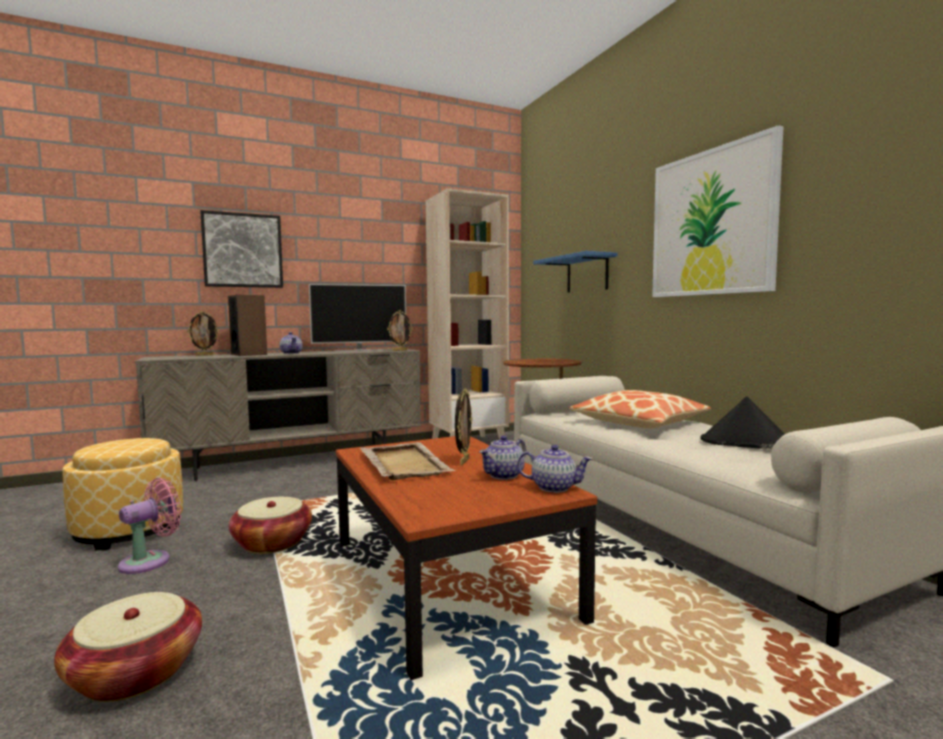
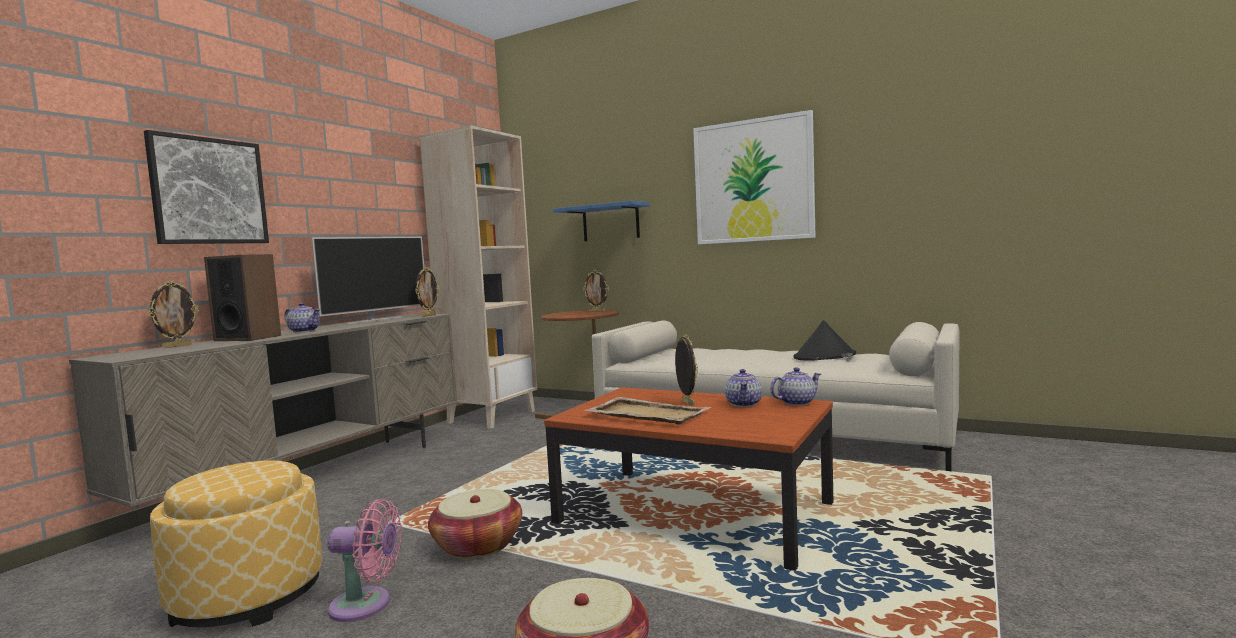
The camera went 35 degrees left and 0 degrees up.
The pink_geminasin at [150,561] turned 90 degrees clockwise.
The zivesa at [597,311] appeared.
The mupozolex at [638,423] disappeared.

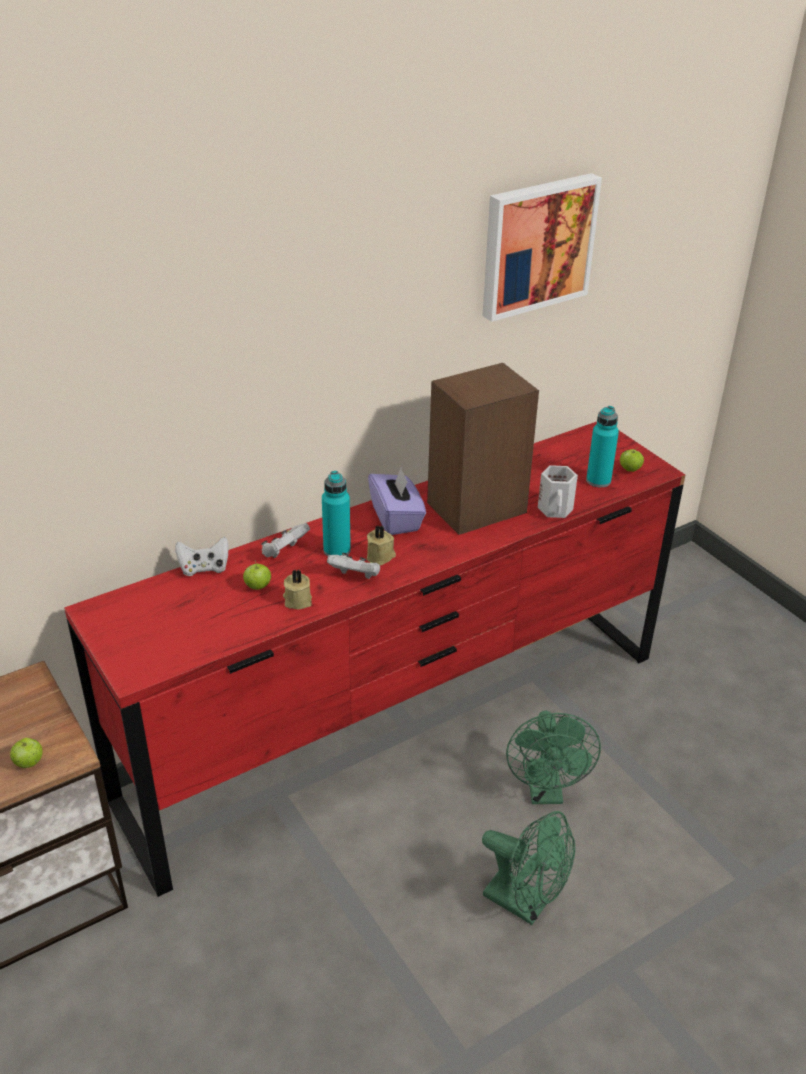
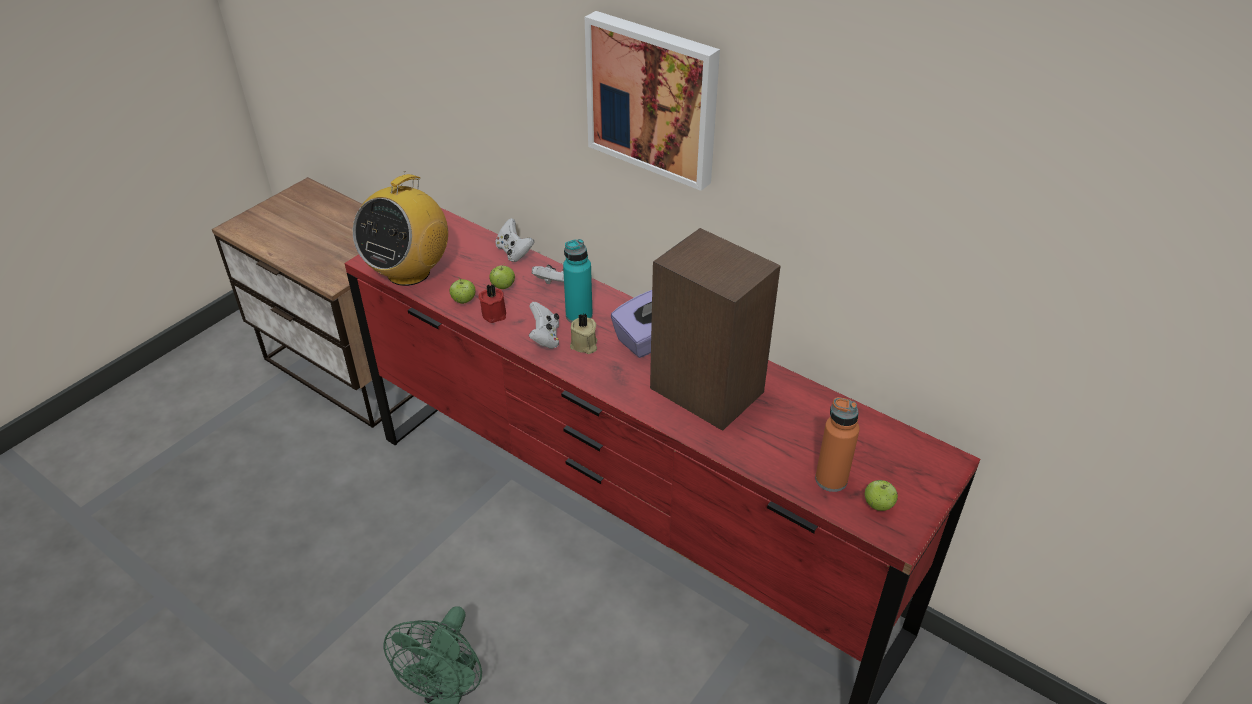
The camera went 70 degrees right and 5 degrees up.
The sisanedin at [409,272] appeared.
The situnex moved from [29,763] to [464,301].
The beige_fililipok at [297,600] became the red_fililipok at [495,313].
The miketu moved from [536,245] to [654,98].
The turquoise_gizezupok at [598,480] became the orange_gizezupok at [831,479].
The green_geminasin at [546,792] disappeared.
The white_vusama at [556,509] disappeared.

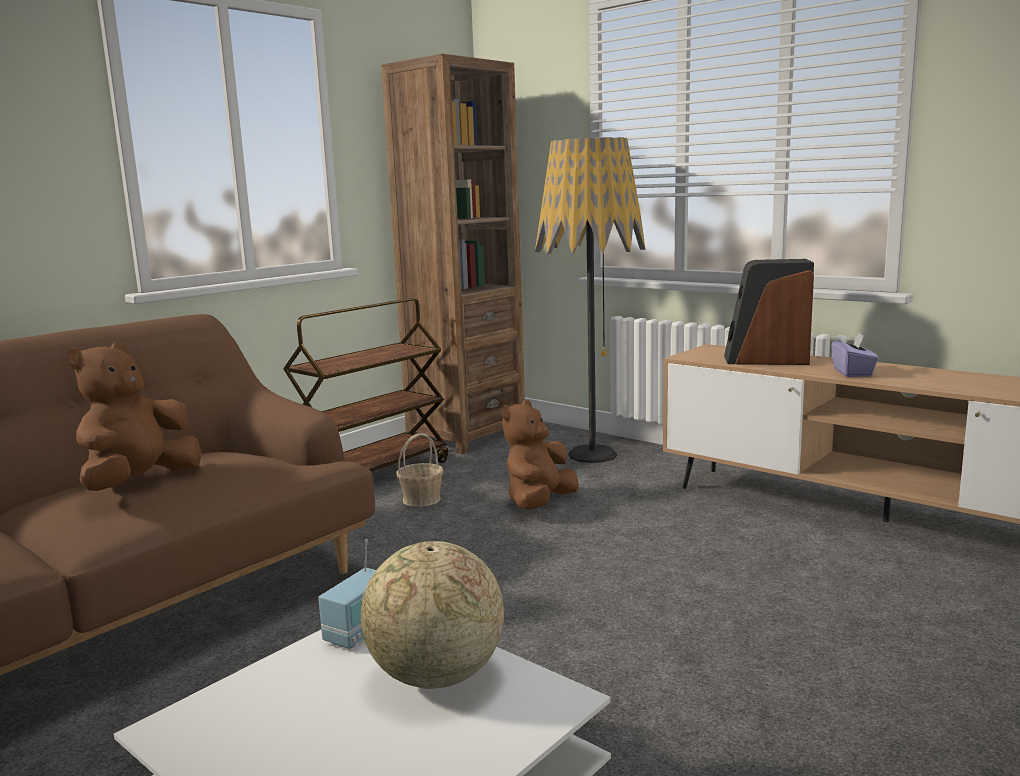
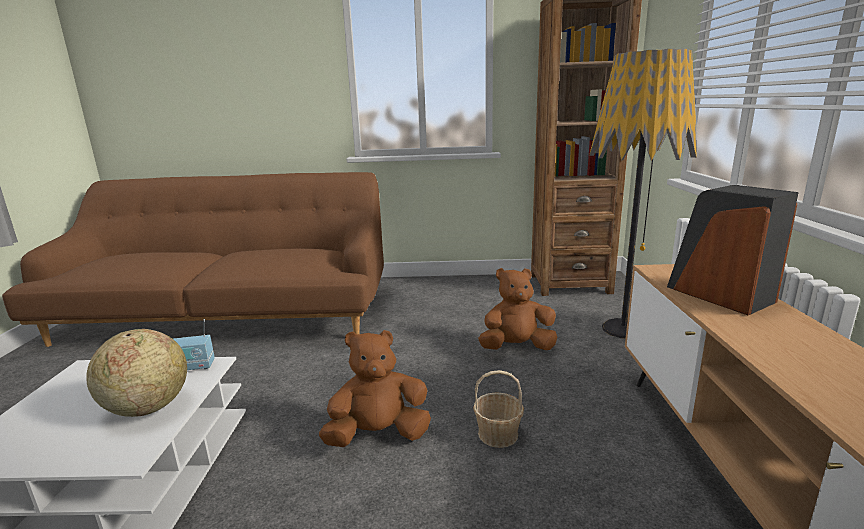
The camera went 50 degrees right and 5 degrees up.
The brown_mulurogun moved from [139,483] to [378,435].
The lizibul moved from [422,499] to [498,434].
The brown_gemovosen at [373,474] disappeared.
The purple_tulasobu at [853,372] disappeared.

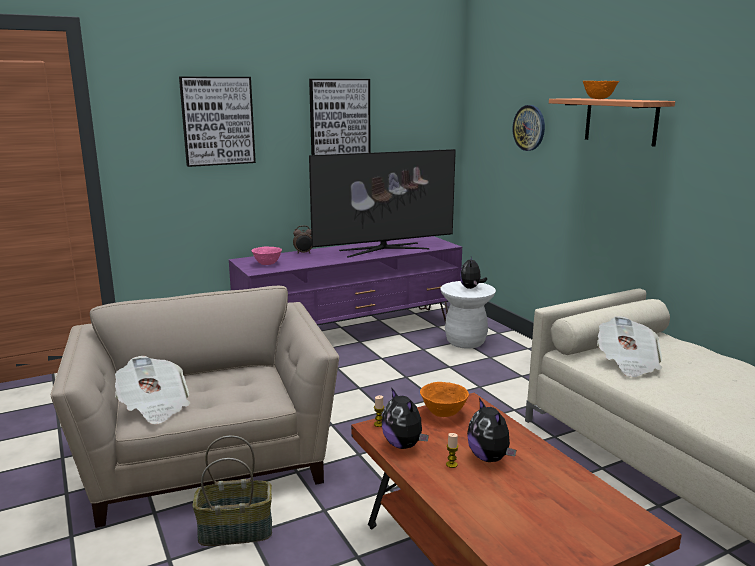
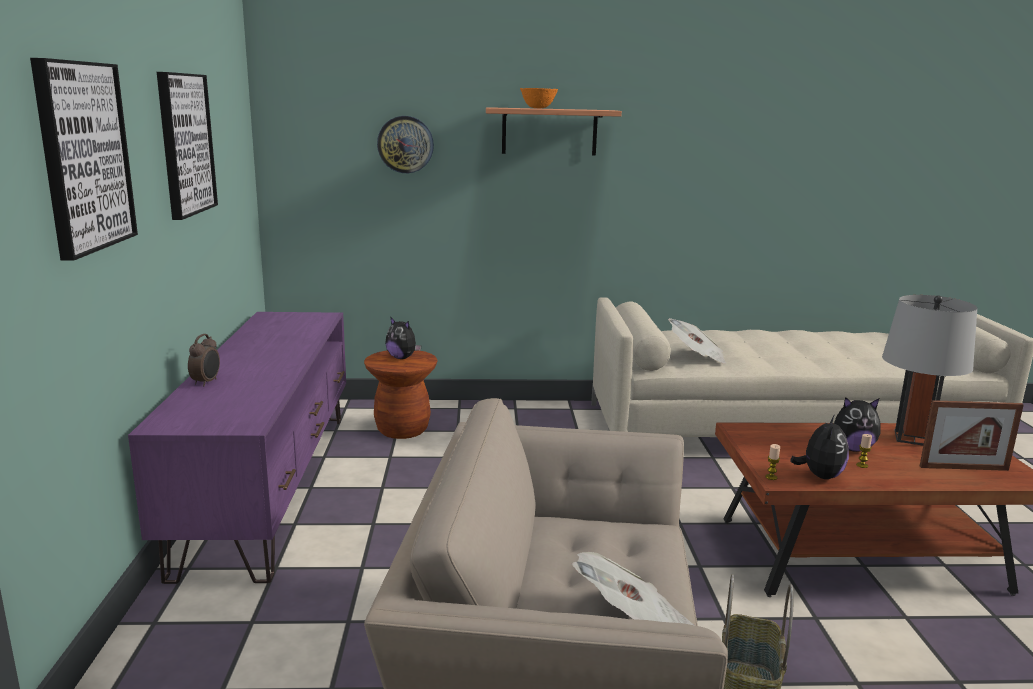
The camera went 65 degrees left and 0 degrees up.
The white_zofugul at [465,342] became the brown_zofugul at [402,430].
The mulurogun at [404,445] turned 60 degrees counterclockwise.
The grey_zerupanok at [912,438] appeared.
The zivesa at [963,468] appeared.
The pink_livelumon at [267,264] disappeared.
The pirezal at [383,249] disappeared.
The orange_livelumon at [443,413] disappeared.

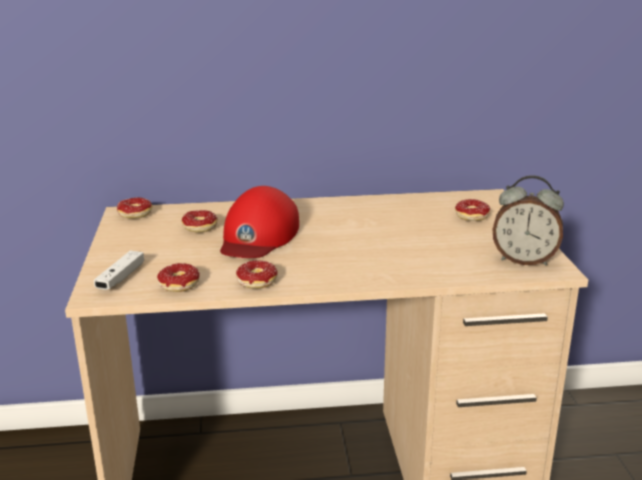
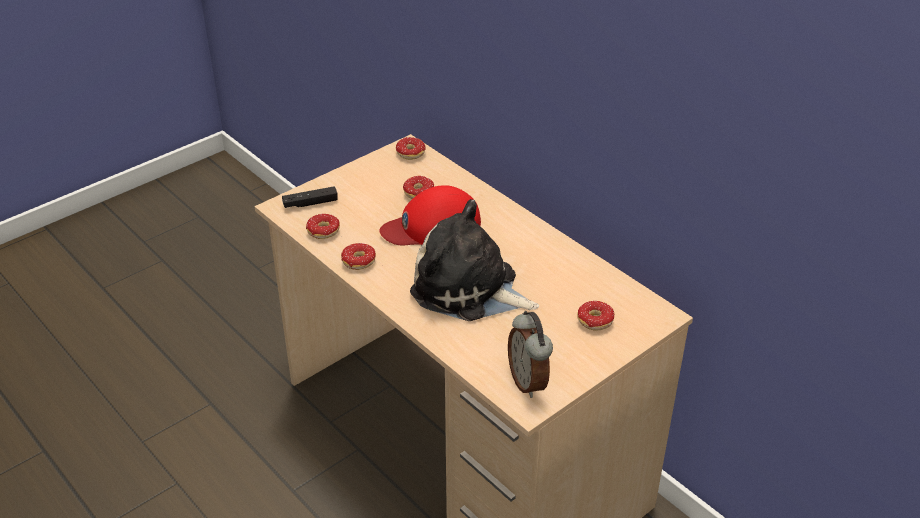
The camera went 55 degrees right and 15 degrees up.
The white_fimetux at [121,278] became the black_fimetux at [310,203].
The mulurogun at [469,289] appeared.

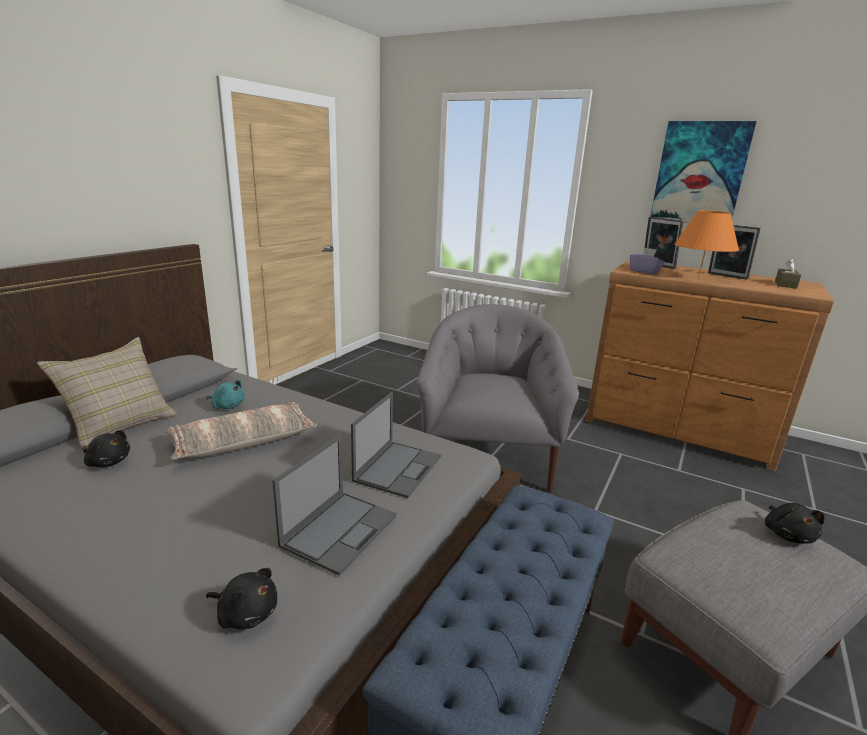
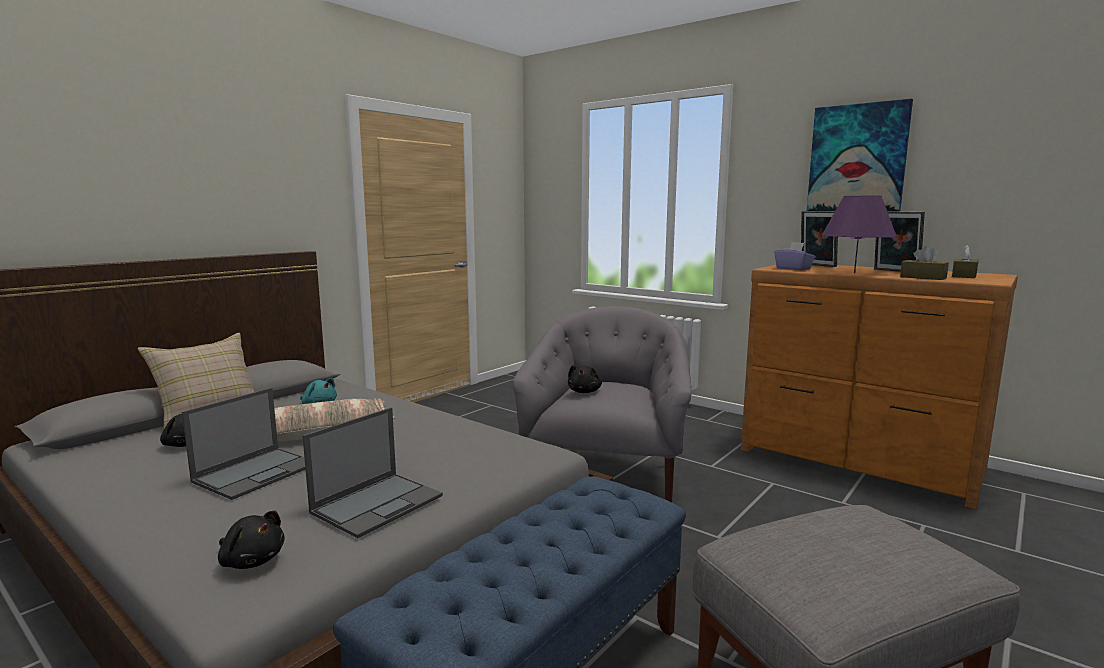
The camera went 10 degrees right and 10 degrees down.
The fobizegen moved from [398,468] to [257,472].
The black_mulurogun moved from [787,534] to [584,391].
The orange_zerupanok at [698,278] became the purple_zerupanok at [854,272].
The brown_tulasobu at [923,277] appeared.

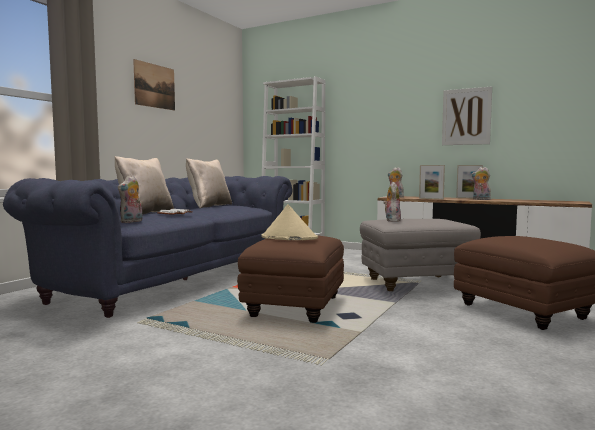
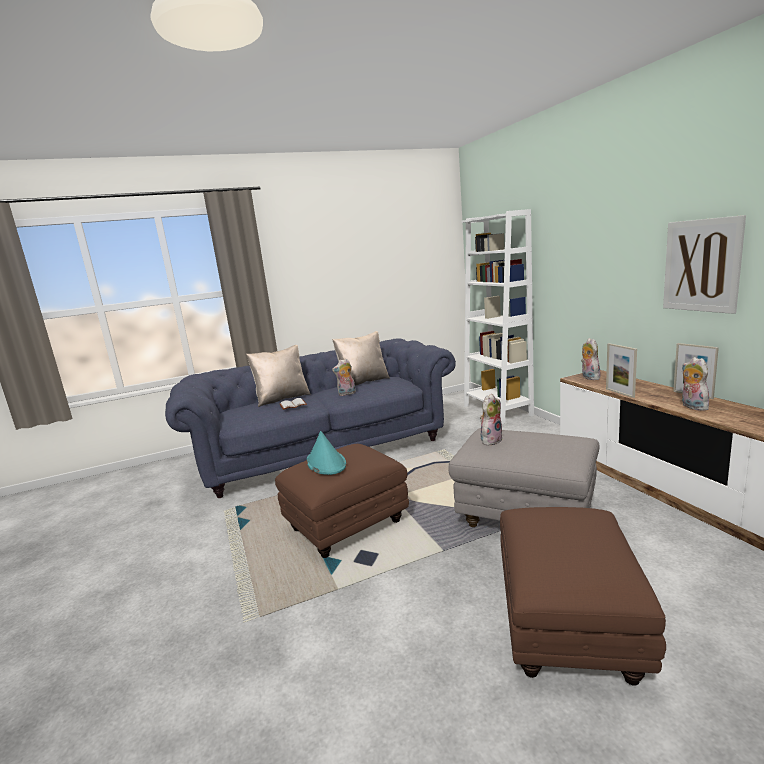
The camera went 40 degrees right and 10 degrees up.
The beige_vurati at [289,238] became the turquoise_vurati at [325,463].
The mulurogun moved from [132,222] to [347,394].
The miketu at [155,86] disappeared.

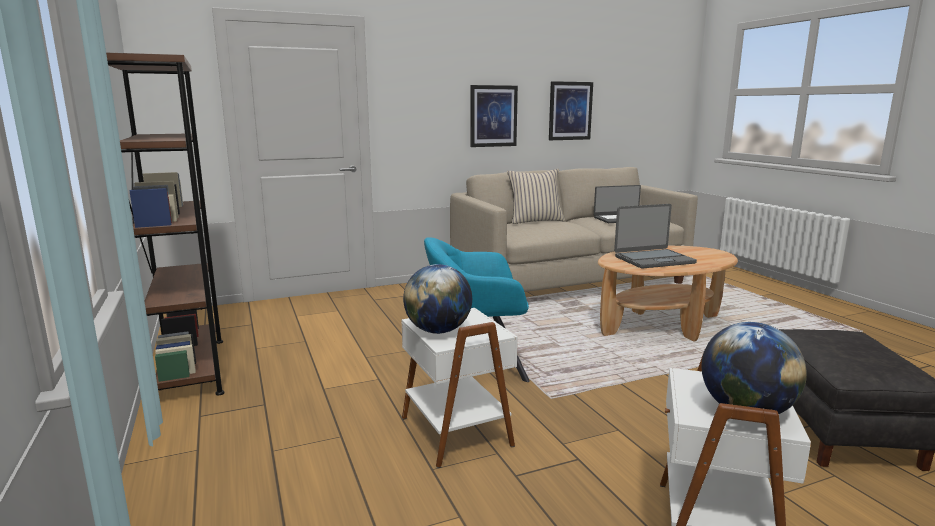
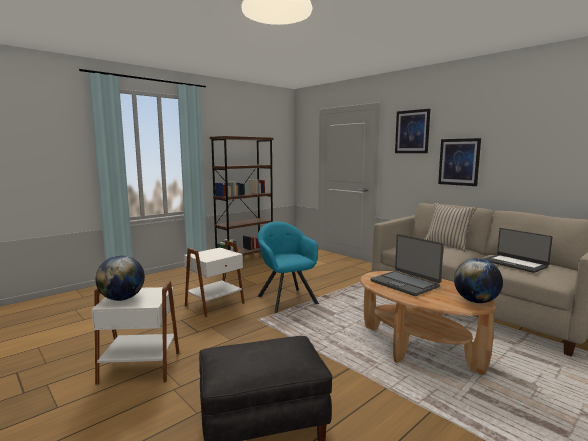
The camera went 70 degrees right and 5 degrees down.
The miketu moved from [570,111] to [412,132].
The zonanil moved from [438,331] to [475,301].

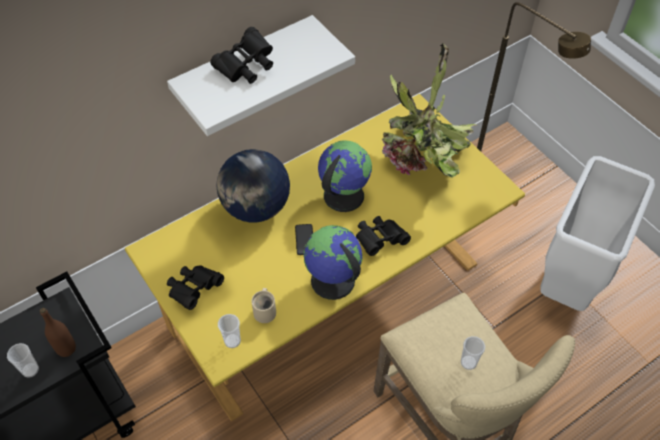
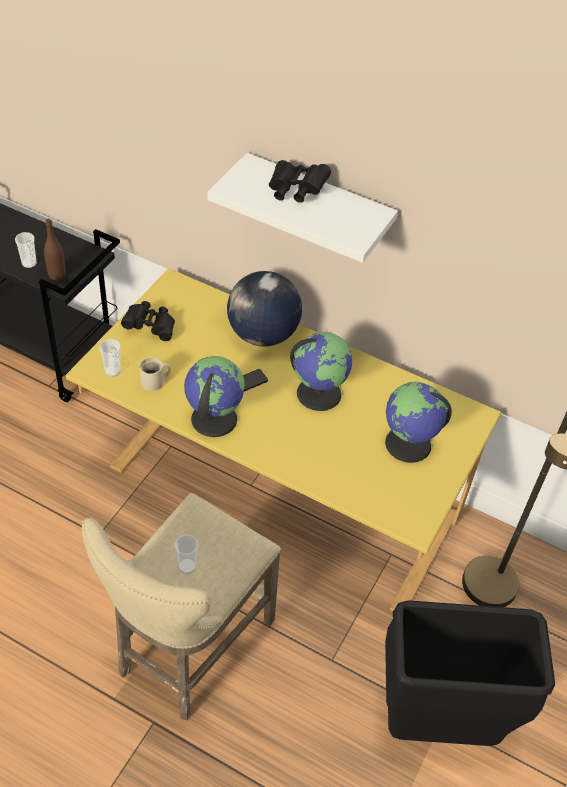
The camera went 60 degrees right and 5 degrees down.
The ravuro at [424,161] was replaced by the zonanil at [408,444].
The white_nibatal at [569,285] became the black_nibatal at [437,727].
The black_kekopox at [380,240] disappeared.

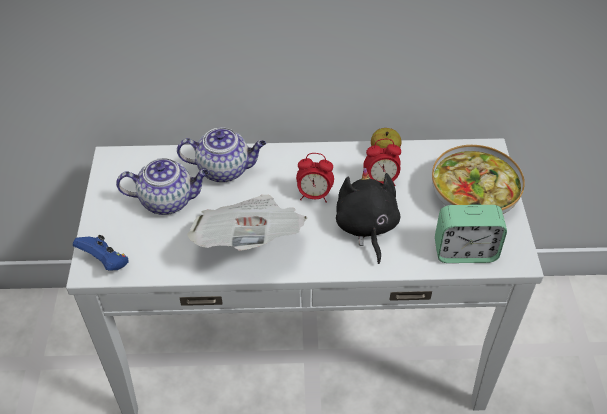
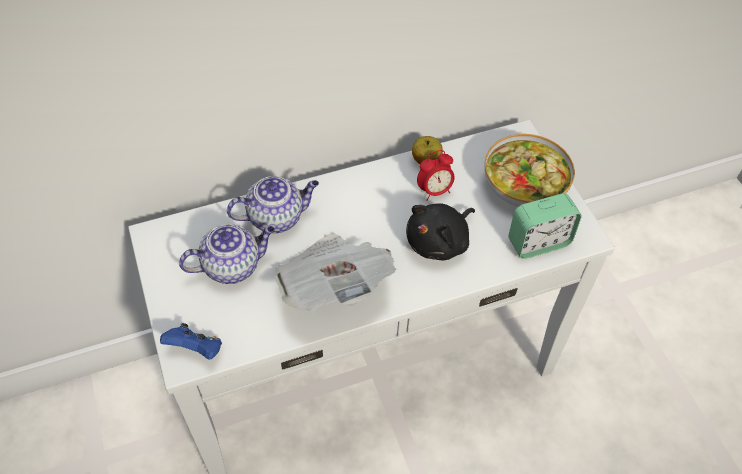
The camera went 20 degrees left and 5 degrees up.
The black_mulurogun at [366,227] turned 105 degrees counterclockwise.
The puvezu at [314,195] disappeared.

